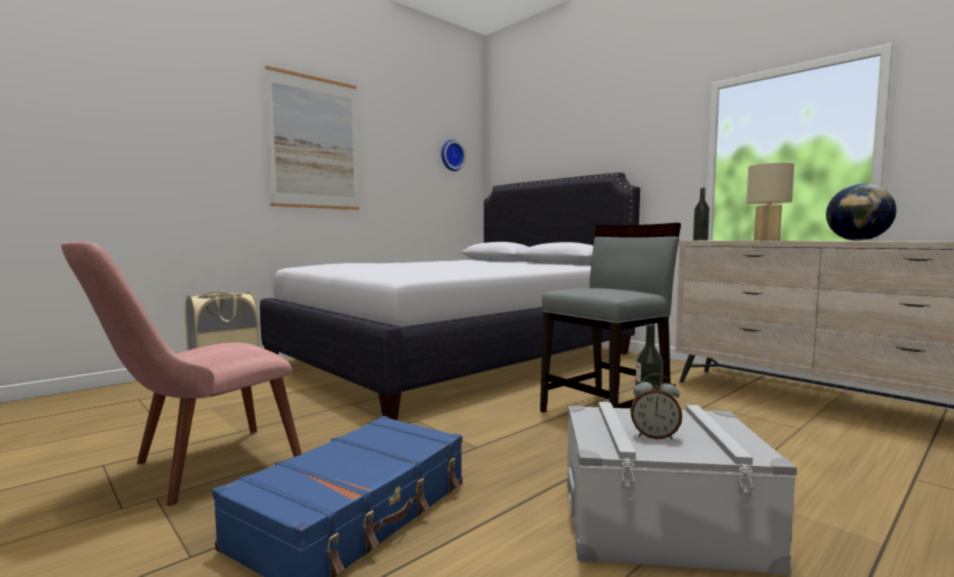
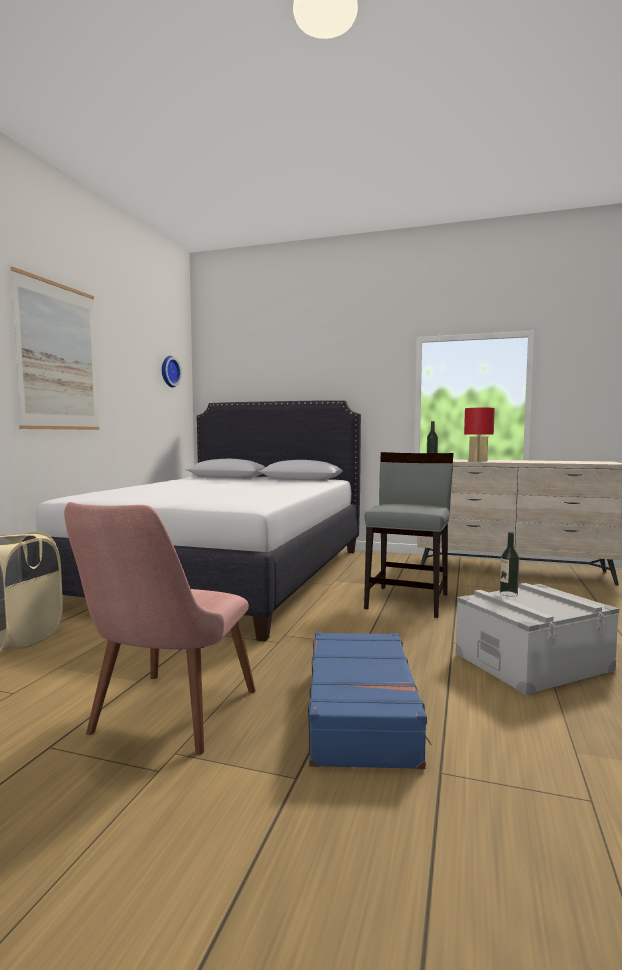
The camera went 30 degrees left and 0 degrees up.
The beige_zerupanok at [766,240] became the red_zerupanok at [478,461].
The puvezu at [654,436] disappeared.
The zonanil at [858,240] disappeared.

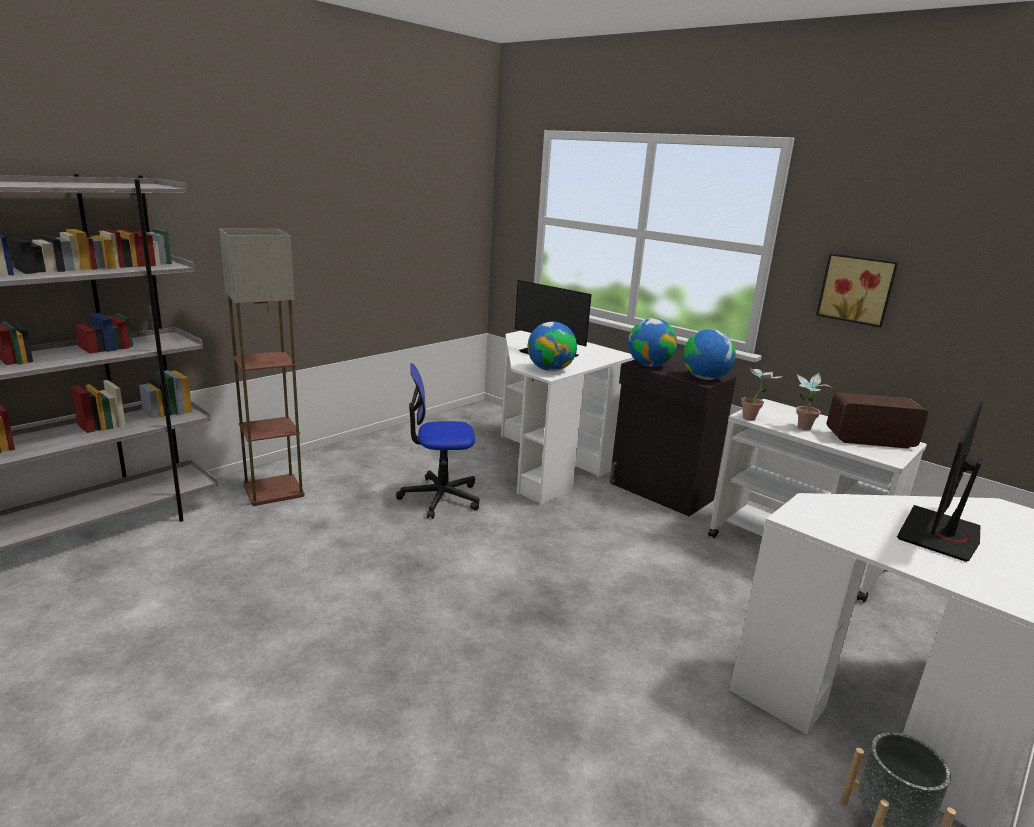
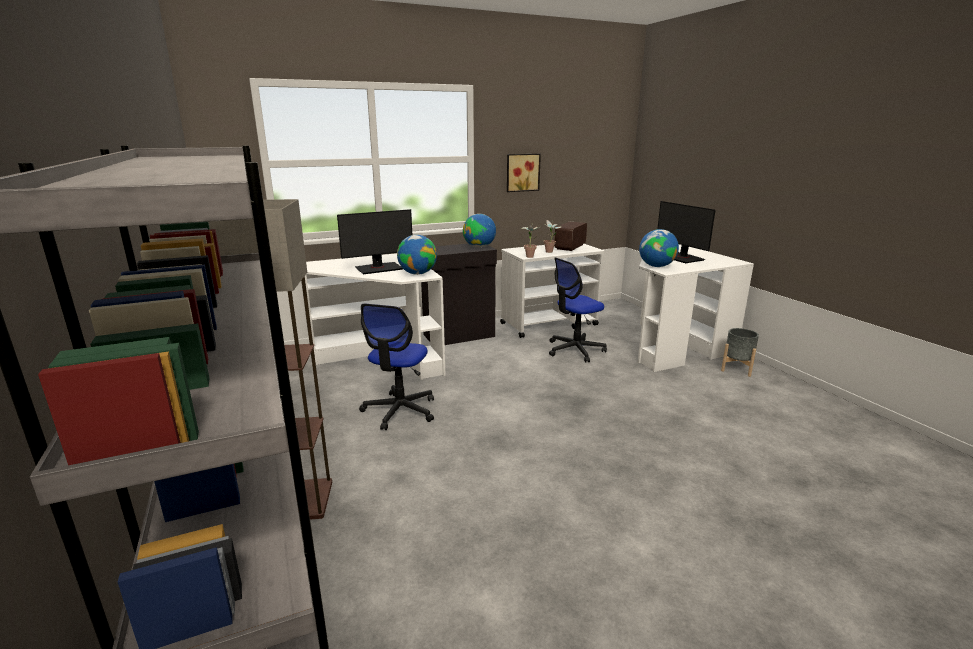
The camera went 65 degrees left and 0 degrees up.
The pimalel at [575,350] appeared.
The zonanil moved from [649,365] to [656,266].

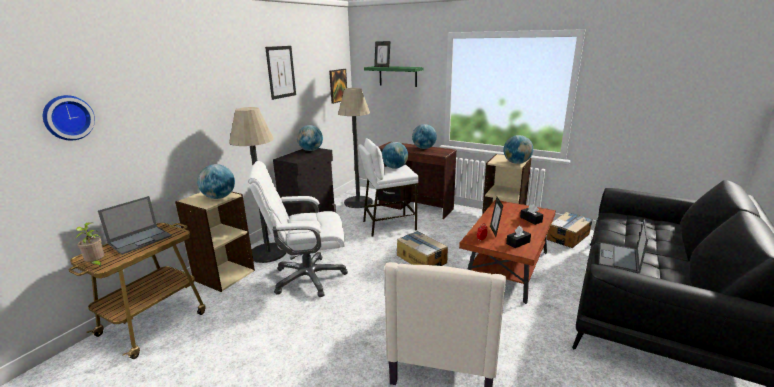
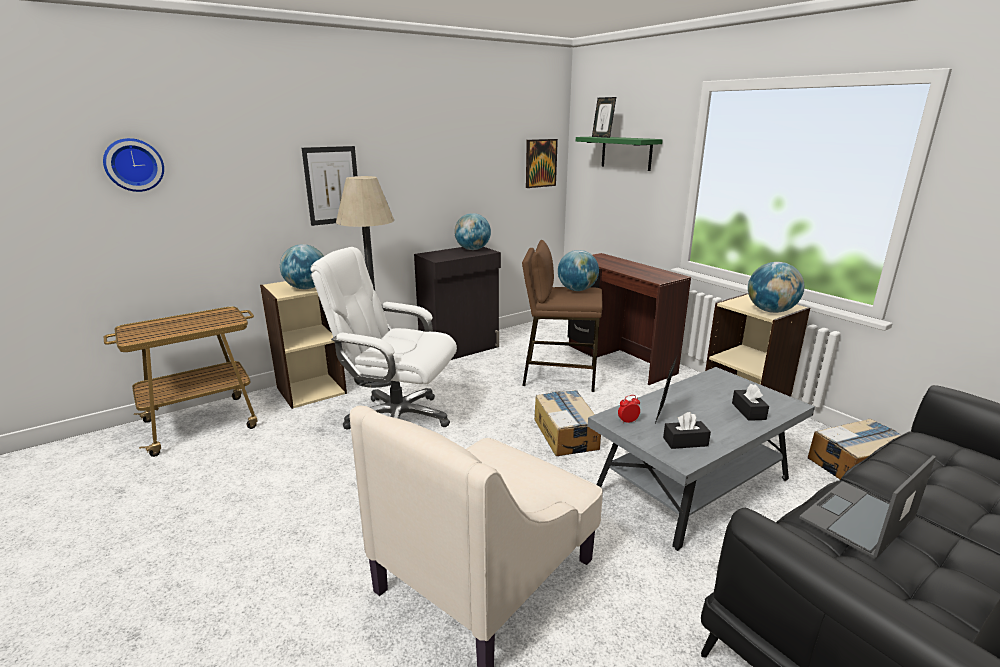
The camera went 25 degrees right and 0 degrees up.
The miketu moved from [281,72] to [332,185].
The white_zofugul at [388,225] became the brown_zofugul at [559,376].
The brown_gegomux at [507,268] became the grey_gegomux at [692,485].
The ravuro at [96,264] disappeared.
The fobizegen at [141,239] disappeared.
The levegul at [358,202] disappeared.
The zonanil at [424,148] disappeared.

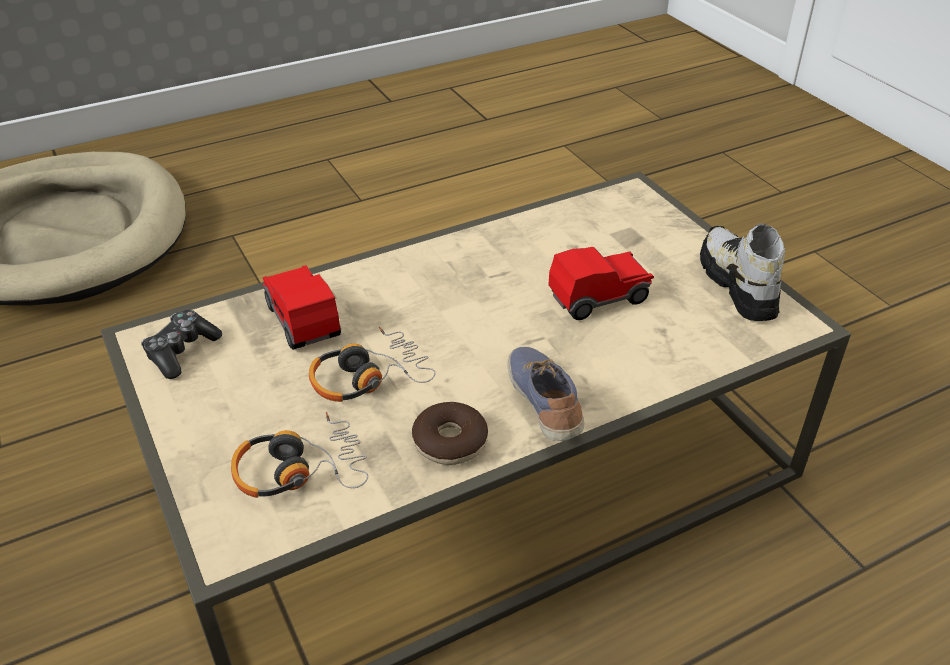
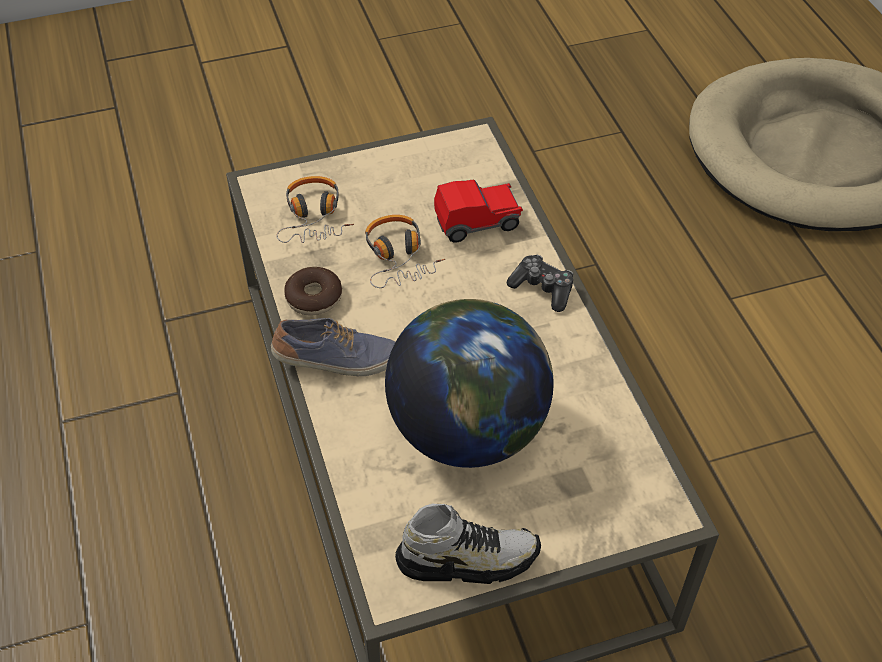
The camera went 100 degrees right and 10 degrees up.
The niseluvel at [598,298] was replaced by the zonanil at [468,429].
The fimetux moved from [181,352] to [542,288].

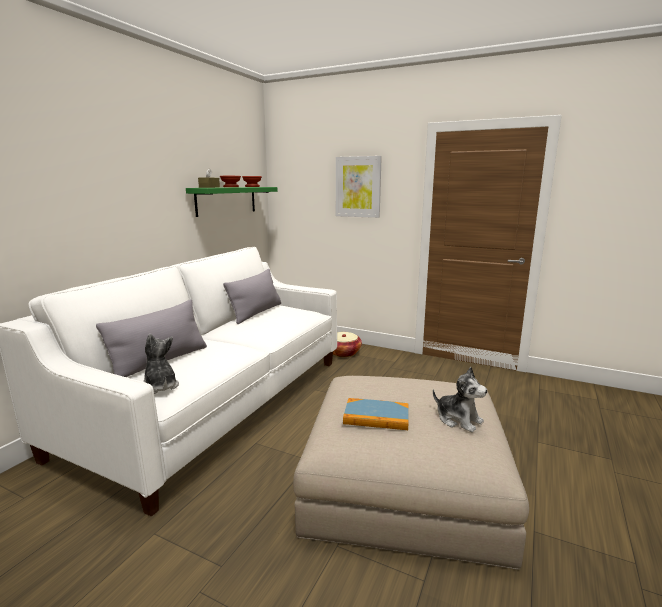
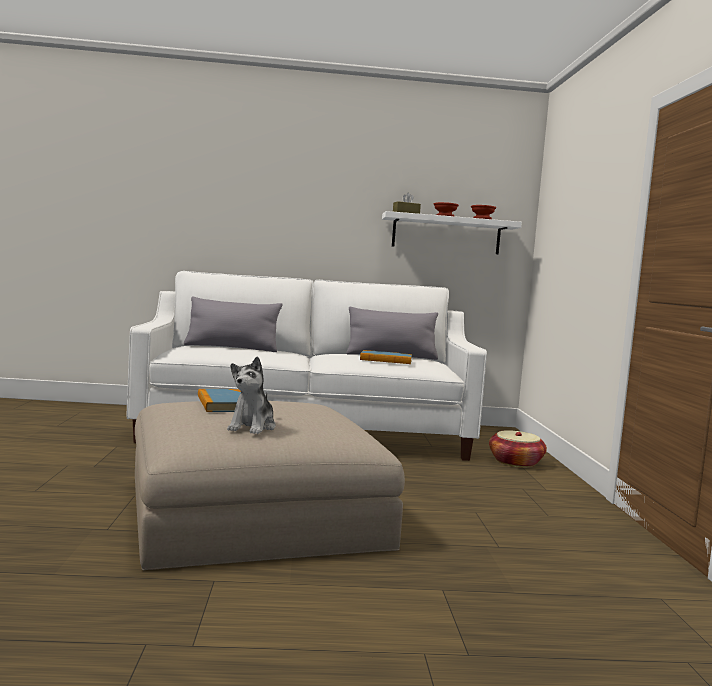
The camera went 60 degrees right and 10 degrees down.
The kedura at [386,360] appeared.
The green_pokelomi at [226,200] became the white_pokelomi at [446,234].
The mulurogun at [160,386] disappeared.
The miketu at [358,187] disappeared.

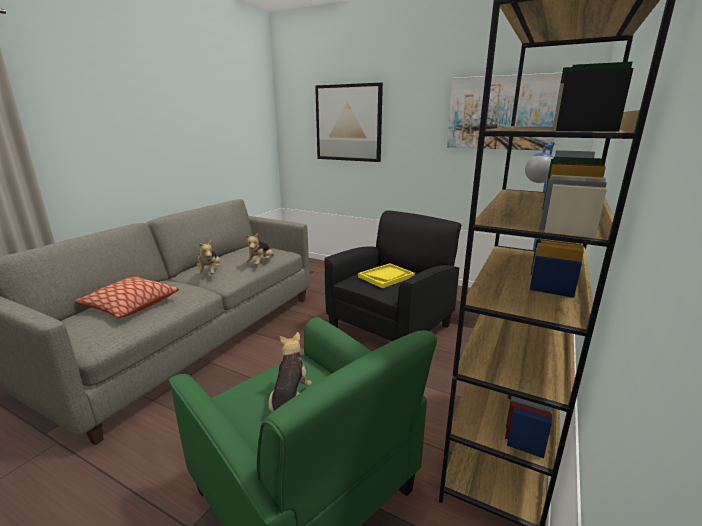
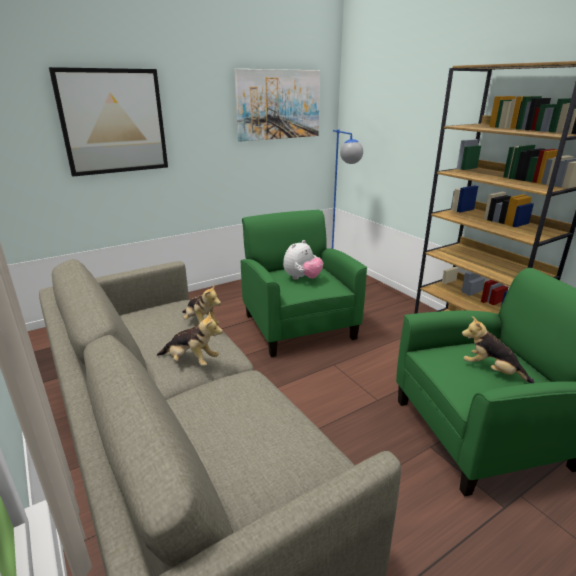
The camera went 60 degrees left and 5 degrees up.
The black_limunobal at [391,327] became the green_limunobal at [298,325].
The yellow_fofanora at [386,277] was replaced by the mulurogun at [302,278].
The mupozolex at [130,305] disappeared.

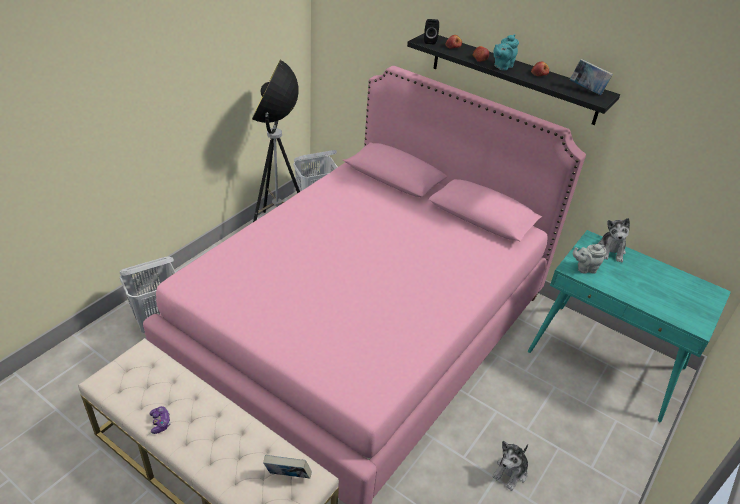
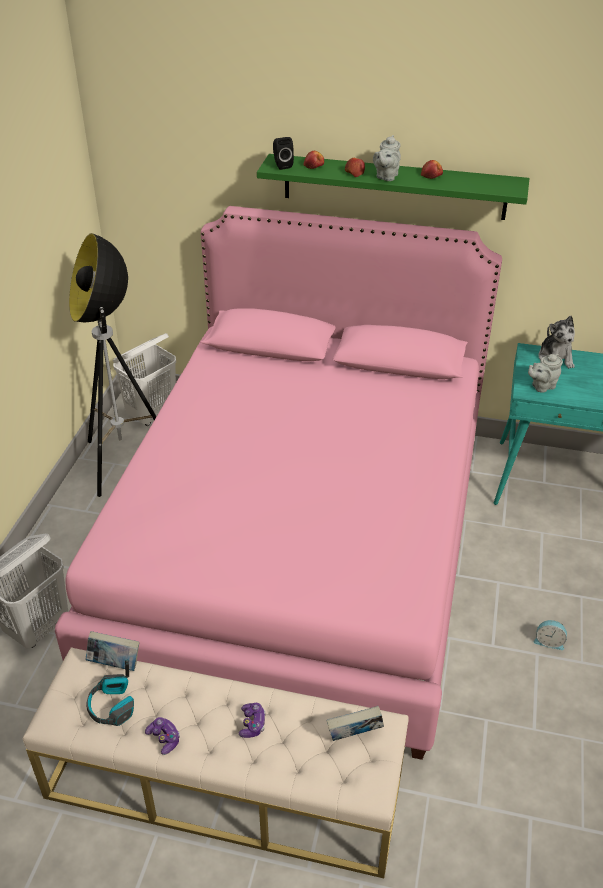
The camera went 20 degrees left and 0 degrees up.
The kedura moved from [587,90] to [115,664].
The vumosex at [113,706] appeared.
The fimetux at [252,724] appeared.
The black_pokelomi at [513,78] became the green_pokelomi at [394,187].
The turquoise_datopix at [502,66] became the grey_datopix at [386,177].
The mulurogun at [510,472] was replaced by the puvezu at [549,641].

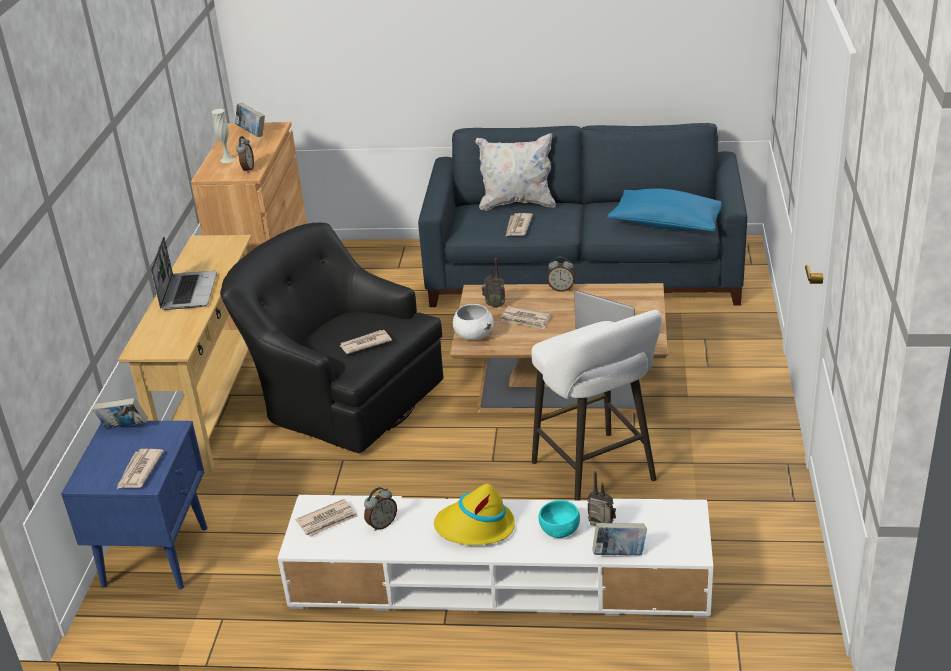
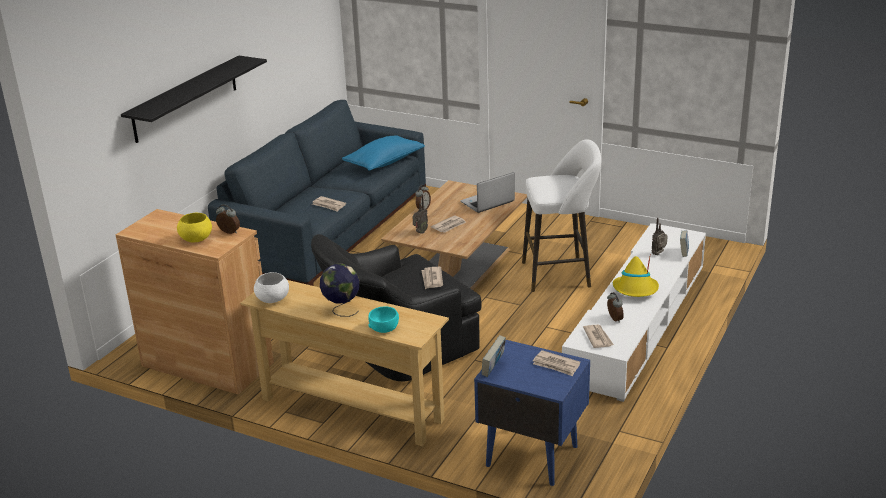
The camera went 70 degrees left and 5 degrees down.
The black_pokelomi at [185,98] appeared.
The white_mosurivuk at [227,159] was replaced by the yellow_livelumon at [196,239].
The white_livelumon moved from [474,335] to [272,299].
The fobizegen at [188,291] was replaced by the zonanil at [341,310].
The turquoise_livelumon moved from [559,529] to [384,328].
The kedura at [252,133] disappeared.
The white_mupozolex at [517,203] disappeared.

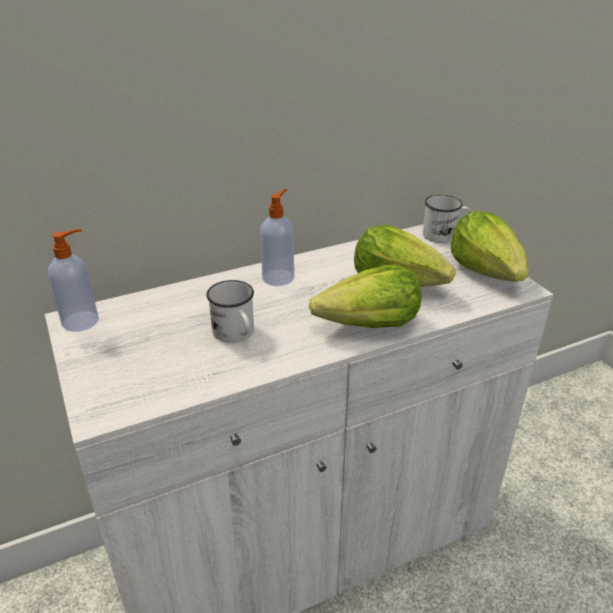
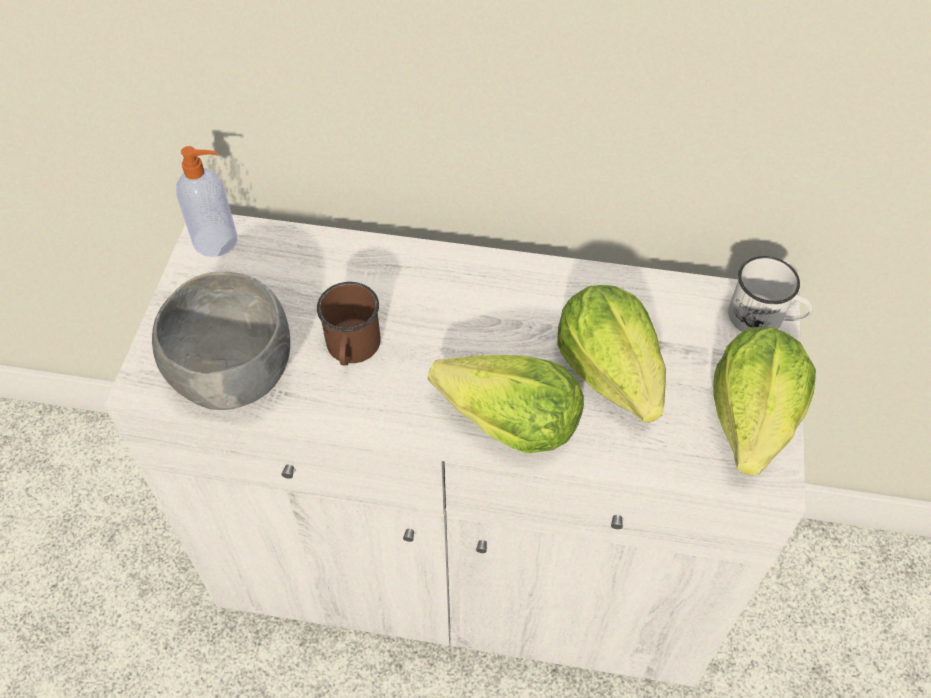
The camera went 35 degrees right and 20 degrees up.
The grey_livelumon at [233,377] appeared.
The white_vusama at [236,334] became the brown_vusama at [352,349].
The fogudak at [278,277] disappeared.

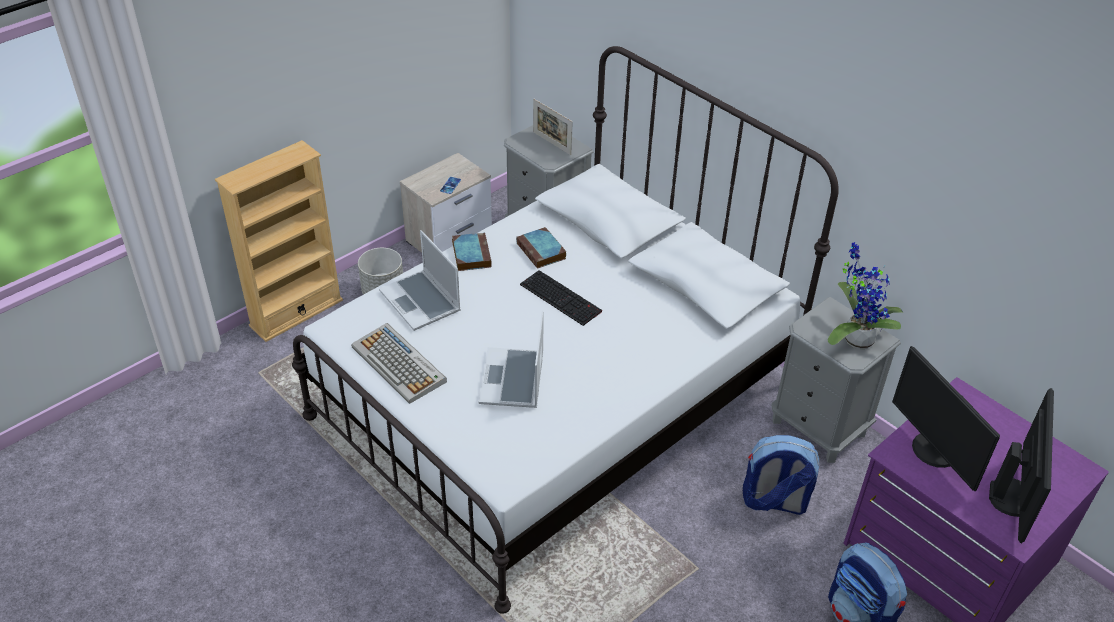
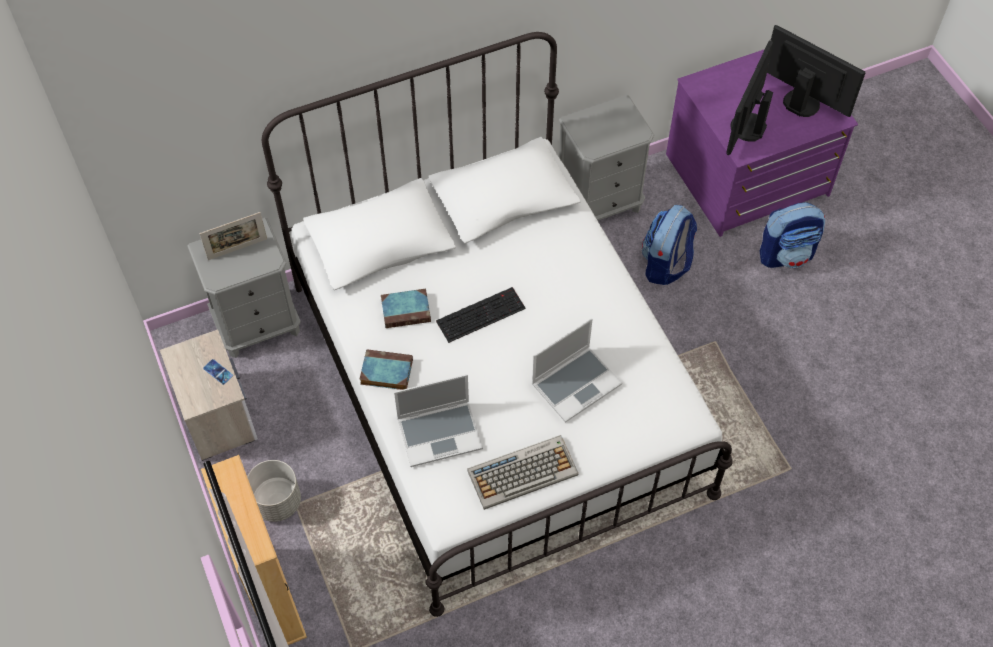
The camera went 70 degrees left and 15 degrees up.
The fobizegen at [513,380] turned 60 degrees counterclockwise.
The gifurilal at [933,450] turned 120 degrees clockwise.
The ravuro at [854,338] disappeared.

